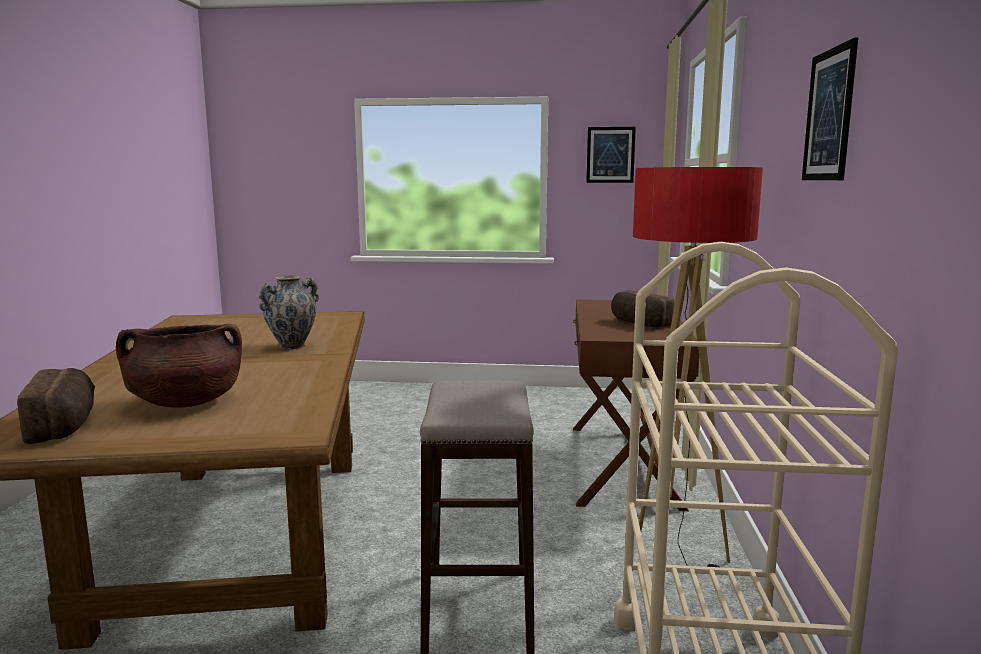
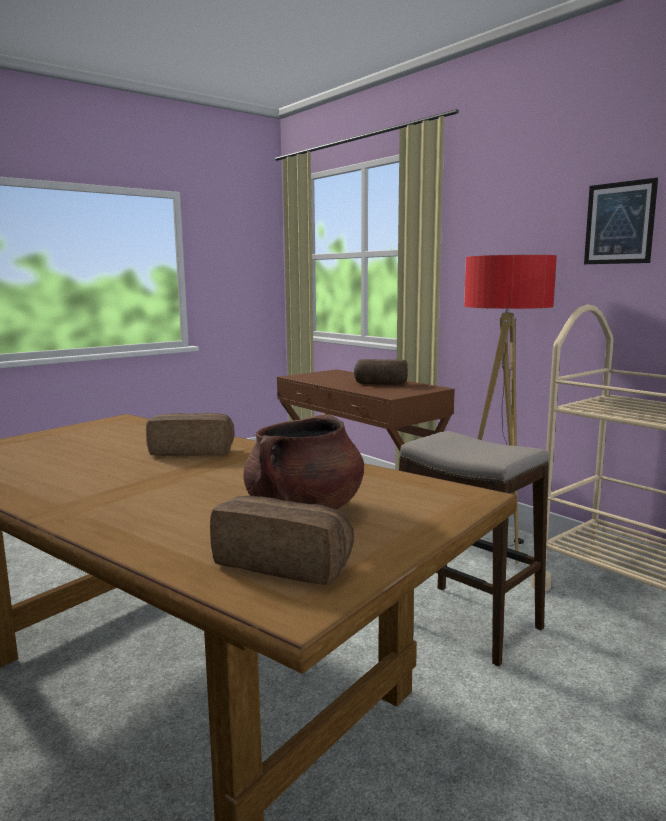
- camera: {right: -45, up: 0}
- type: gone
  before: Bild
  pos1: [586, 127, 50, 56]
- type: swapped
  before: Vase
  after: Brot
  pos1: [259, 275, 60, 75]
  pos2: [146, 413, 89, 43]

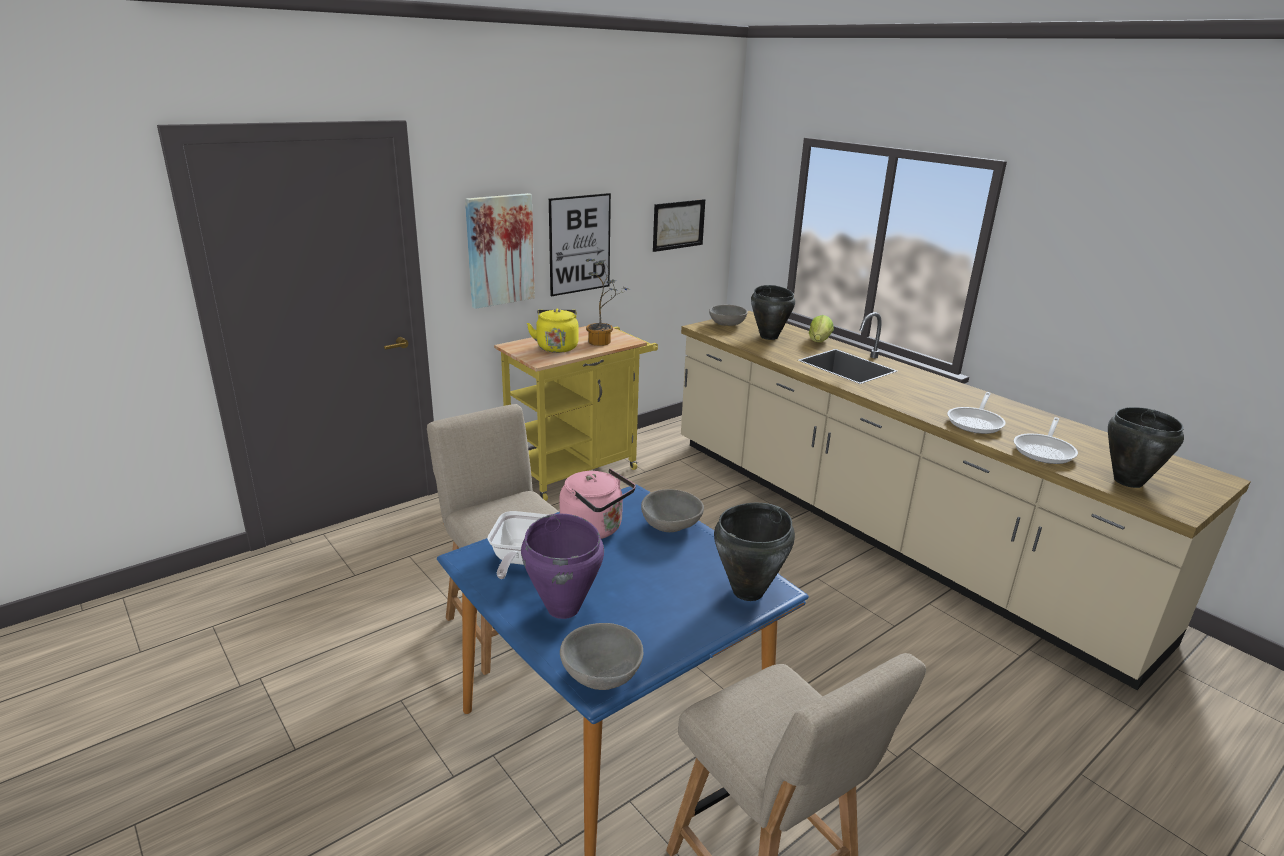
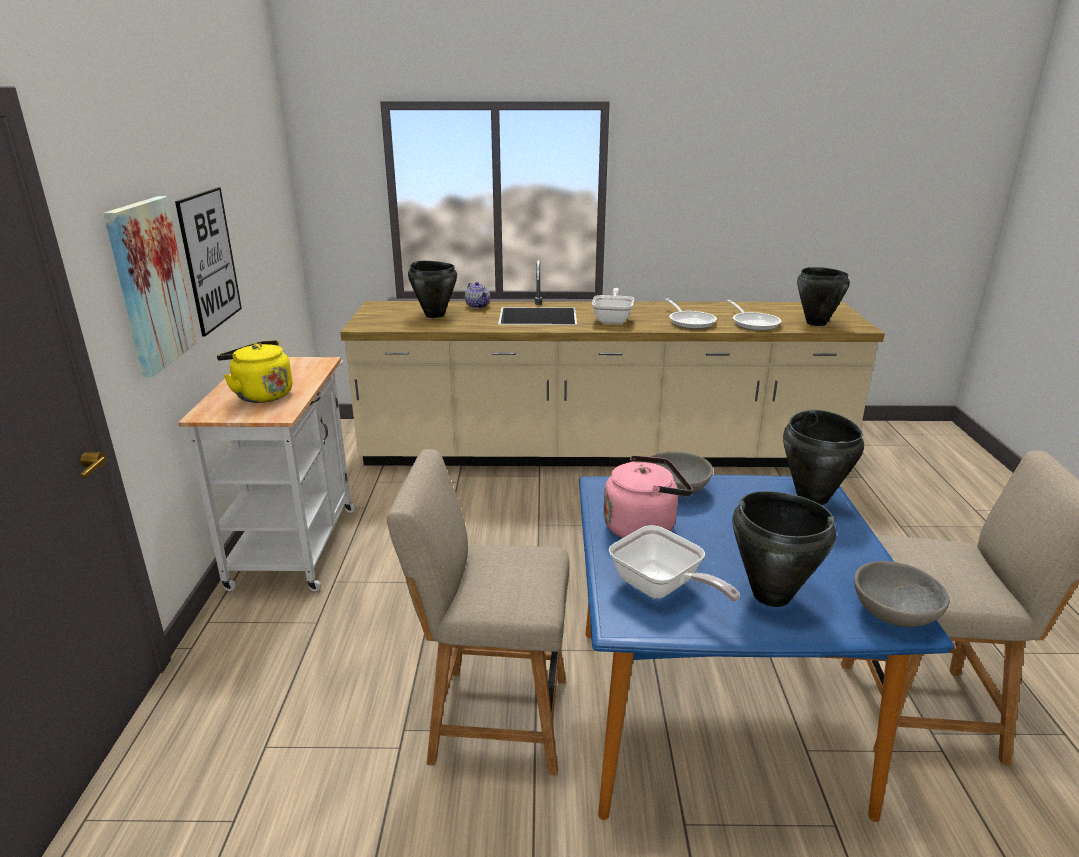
- camera: {right: -50, up: 0}
- type: gone
  before: Bild
  pos1: [653, 199, 52, 53]
- type: gone
  before: Topfpflanze
  pos1: [585, 259, 46, 87]
- type: gone
  before: Schüssel (grau)
  pos1: [709, 305, 39, 21]
- type: swapped
  before: Salatkopf
  after: Teekanne
  pos1: [809, 315, 25, 27]
  pos2: [465, 282, 25, 26]
- type: repainted
  before: Rollwagen (gelb)
  after: Rollwagen (weiß)
  pos1: [494, 326, 164, 175]
  pos2: [178, 357, 177, 234]
- type: repainted
  before: Kochtopf (lila)
  after: Kochtopf (schwarz)
  pos1: [521, 514, 83, 105]
  pos2: [732, 491, 104, 116]
- type: new
  after: Pfanne
  pos2: [592, 288, 42, 36]

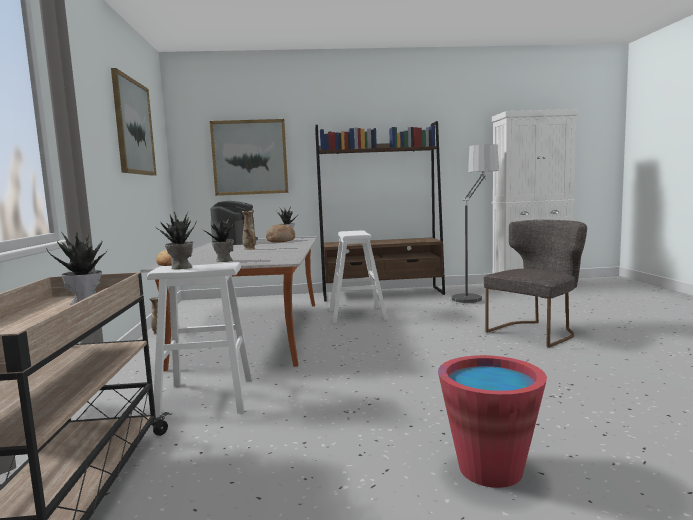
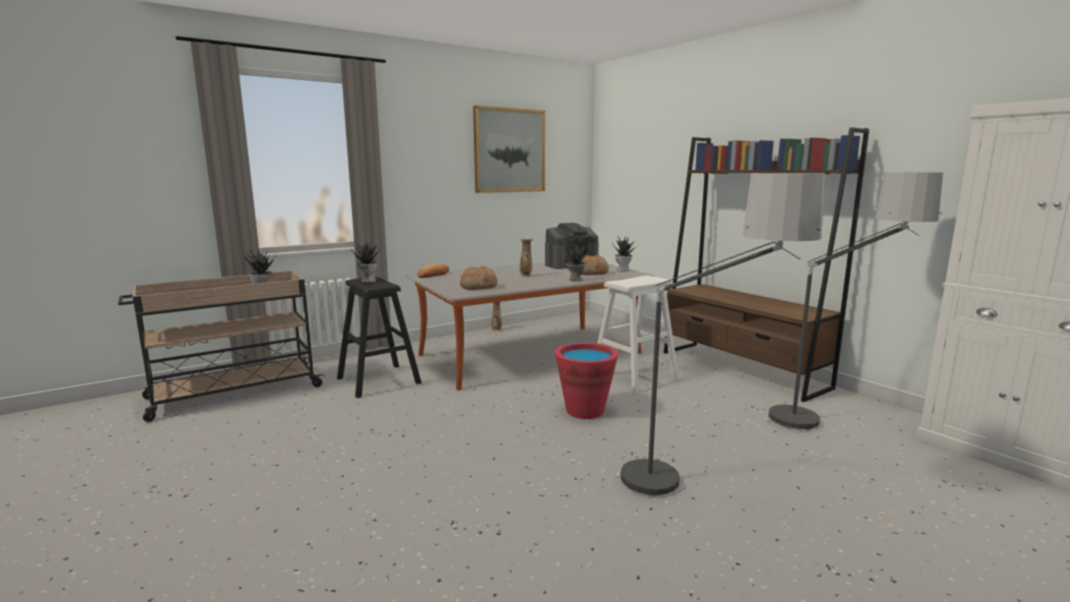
- camera: {right: 60, up: 5}
- type: gone
  before: Bild
  pos1: [210, 119, 78, 77]
- type: shifted
  before: Topfpflanze
  pos1: [203, 215, 32, 47]
  pos2: [565, 243, 25, 39]
- type: swapped
  before: Stuhl (grau)
  after: Stehlampe
  pos1: [484, 220, 103, 128]
  pos2: [615, 173, 210, 324]
- type: repainted
  before: Hocker (weiß)
  after: Hocker (schwarz)
  pos1: [147, 262, 105, 156]
  pos2: [337, 277, 85, 121]
- type: shifted
  before: Eimer (rot)
  pos1: [438, 355, 109, 133]
  pos2: [555, 342, 63, 77]
- type: new
  after: Brot
  pos2: [460, 266, 38, 24]

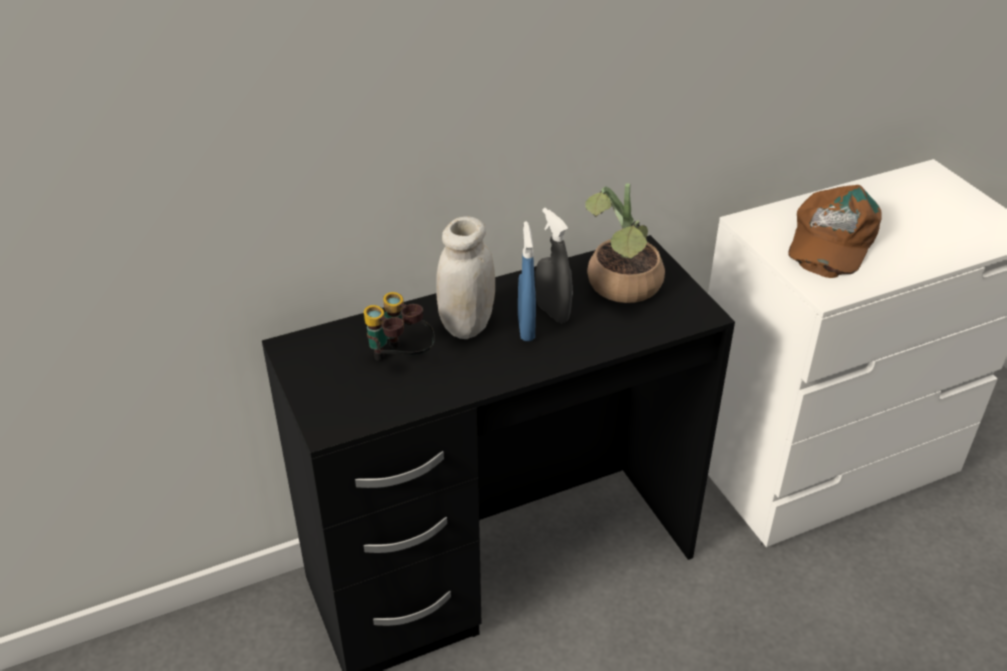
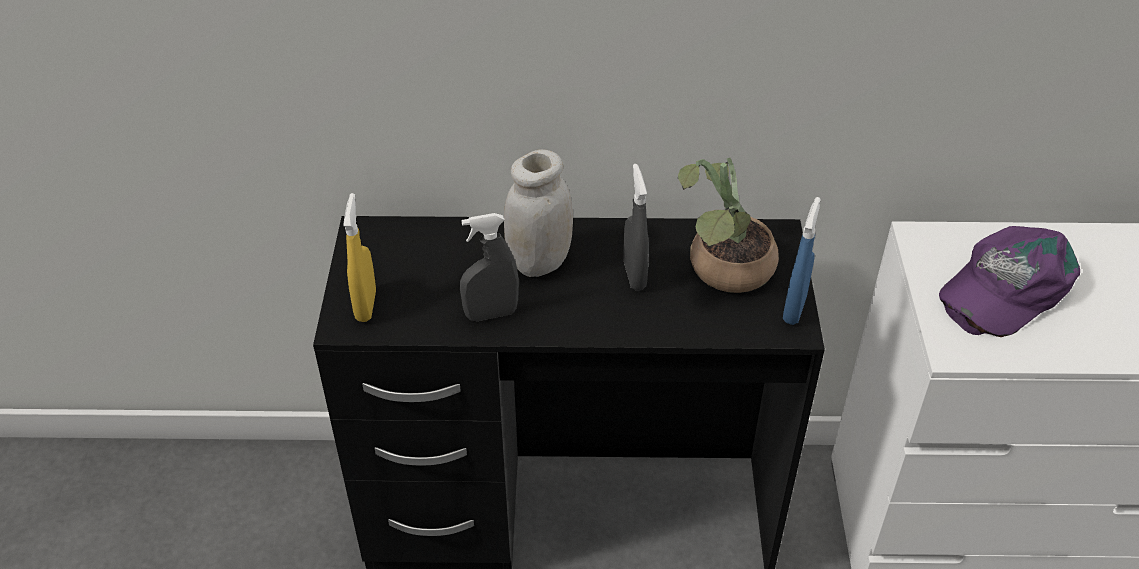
- camera: {right: 25, up: 5}
- type: repainted
  before: Kappe (braun)
  after: Kappe (lila)
  pos1: [788, 185, 94, 93]
  pos2: [939, 226, 141, 111]
- type: shifted
  before: Sprühflasche (blau)
  pos1: [518, 221, 18, 120]
  pos2: [783, 197, 38, 128]
- type: gone
  before: Fernglas
  pos1: [364, 292, 71, 69]
- type: new
  after: Sprühflasche (gelb)
  pos2: [343, 193, 33, 129]
- type: new
  after: Sprühflasche (grau)
  pos2: [460, 213, 59, 108]

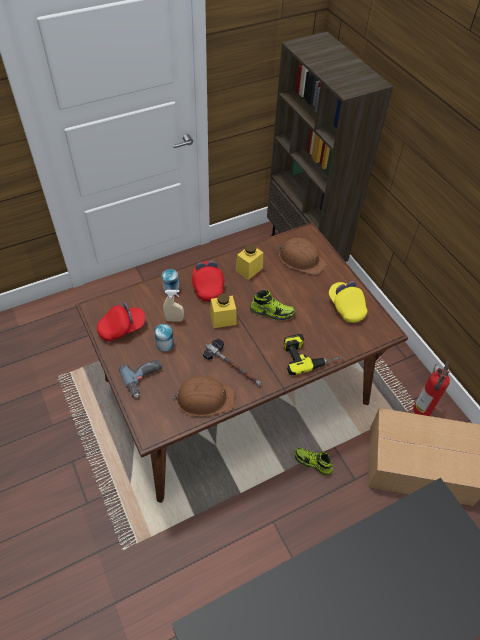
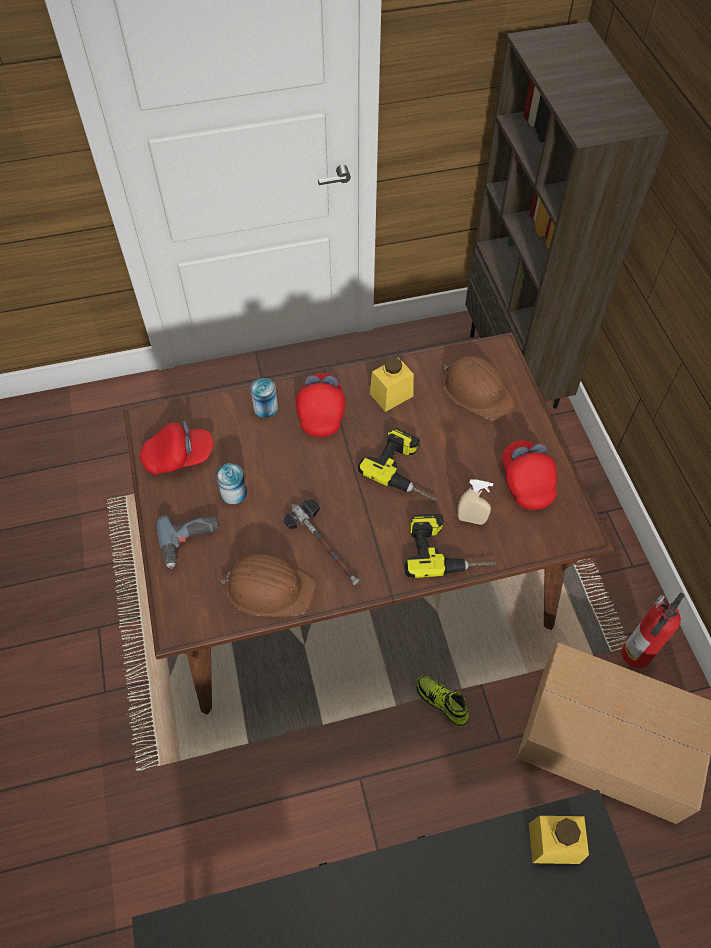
- camera: {right: 15, up: 5}
- type: repainted
  before: Kappe (gelb)
  after: Kappe (rot)
  pos1: [329, 281, 38, 42]
  pos2: [502, 440, 55, 70]
- type: shifted
  before: Sprühflasche (beige)
  pos1: [163, 290, 21, 32]
  pos2: [457, 479, 36, 46]
- type: swapped
  before: Schuh
  after: Bohrmaschine
  pos1: [250, 290, 46, 31]
  pos2: [358, 428, 79, 73]
- type: shifted
  before: Vorratsglas (gelb)
  pos1: [210, 293, 27, 35]
  pos2: [529, 816, 60, 48]

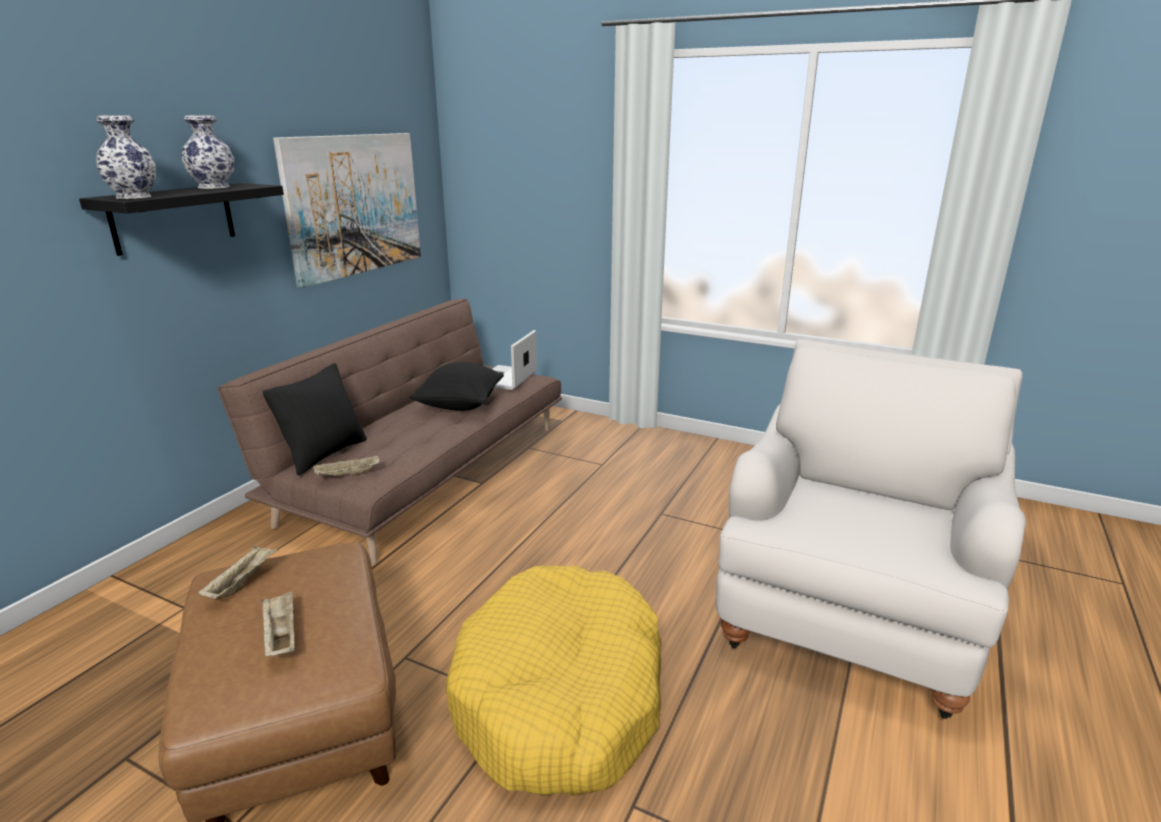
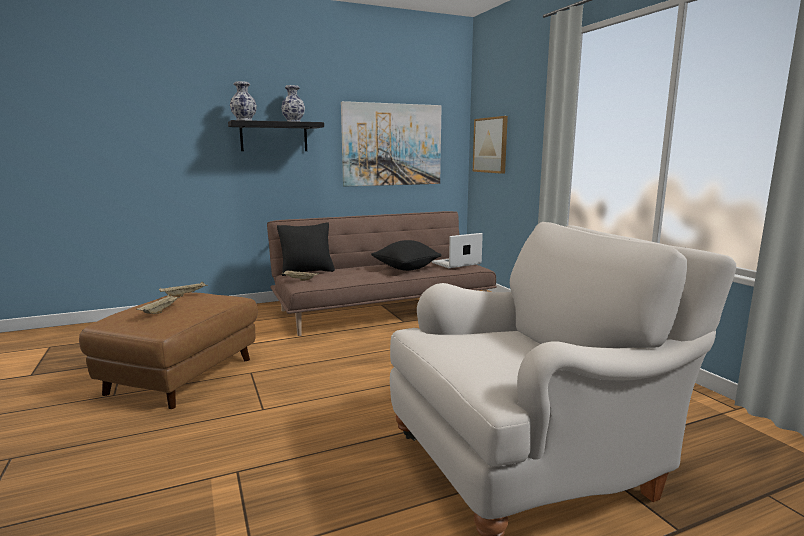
- camera: {right: 40, up: -10}
- type: gone
  before: Hundebett (gelb)
  pos1: [445, 566, 216, 230]
- type: new
  after: Bild
  pos2: [473, 116, 35, 58]

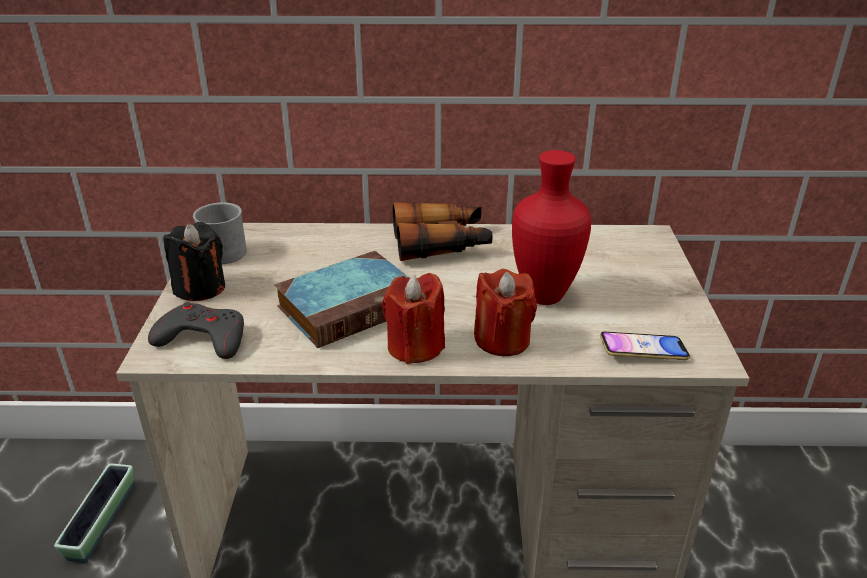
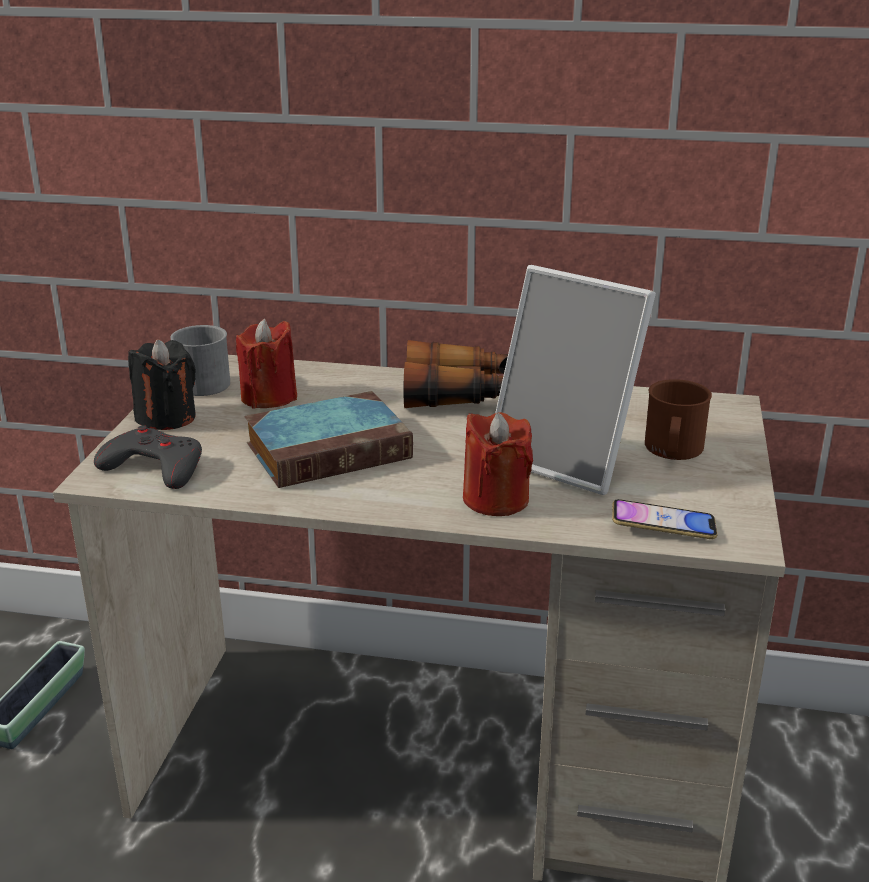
- camera: {right: 10, up: -5}
- type: swapped
  before: Vase (rot)
  after: Bilderrahmen
  pos1: [512, 150, 79, 155]
  pos2: [495, 265, 161, 230]
- type: shifted
  before: Kerze (rot)
  pos1: [382, 273, 63, 91]
  pos2: [236, 319, 61, 90]
- type: new
  after: Henkelbecher (braun)
  pos2: [645, 379, 67, 81]

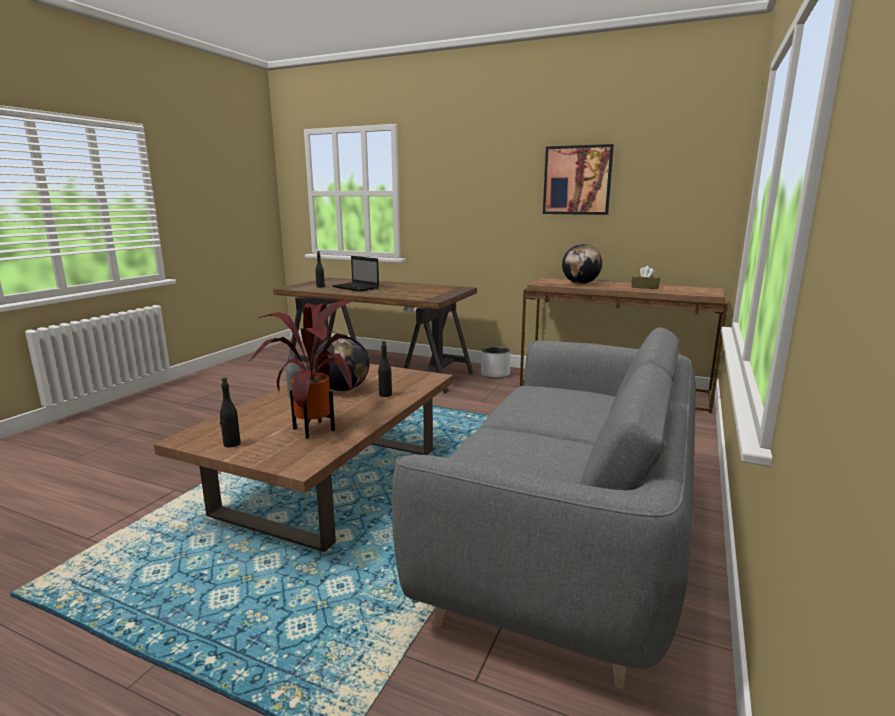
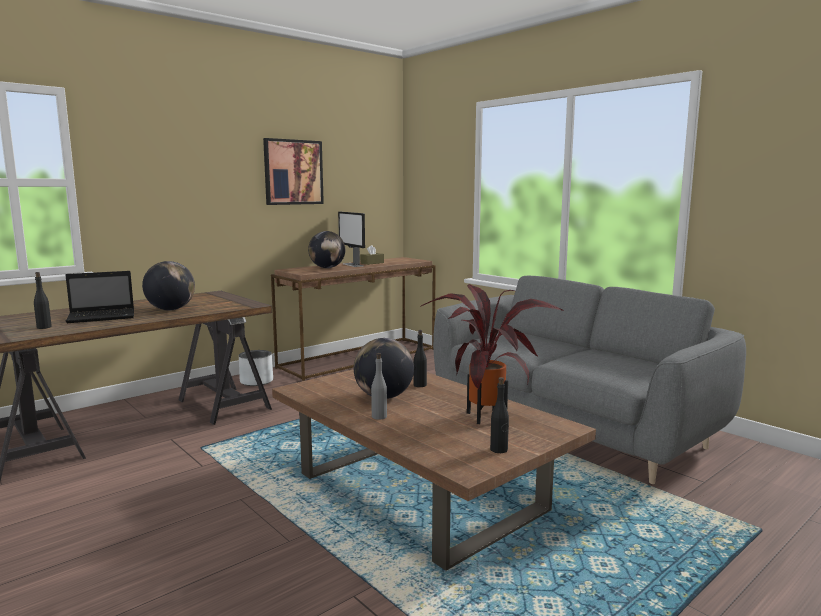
- camera: {right: -65, up: -5}
- type: new
  after: Monitor
  pos2: [338, 212, 27, 55]
- type: new
  after: Globus
  pos2: [142, 261, 53, 49]

